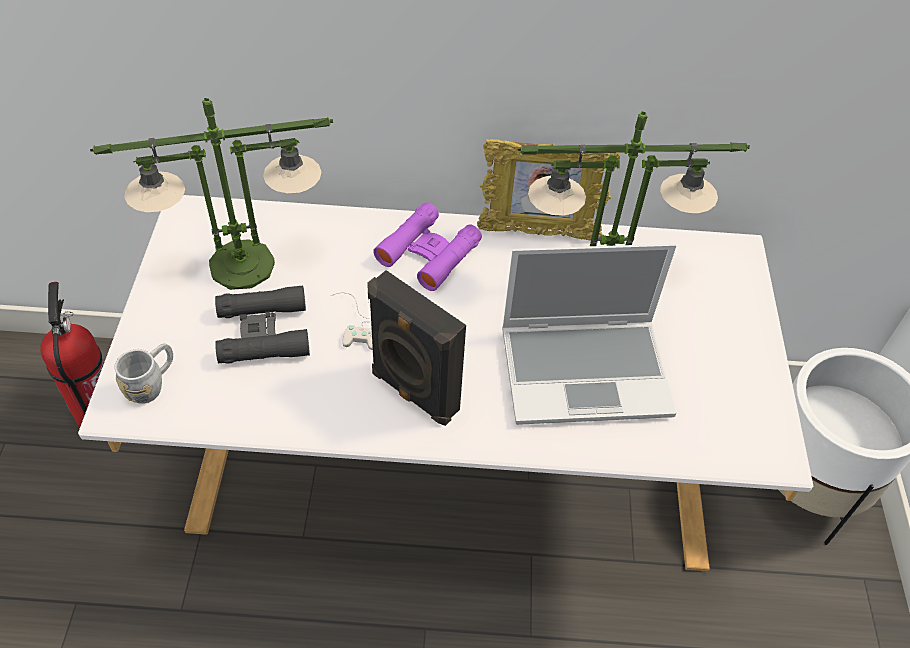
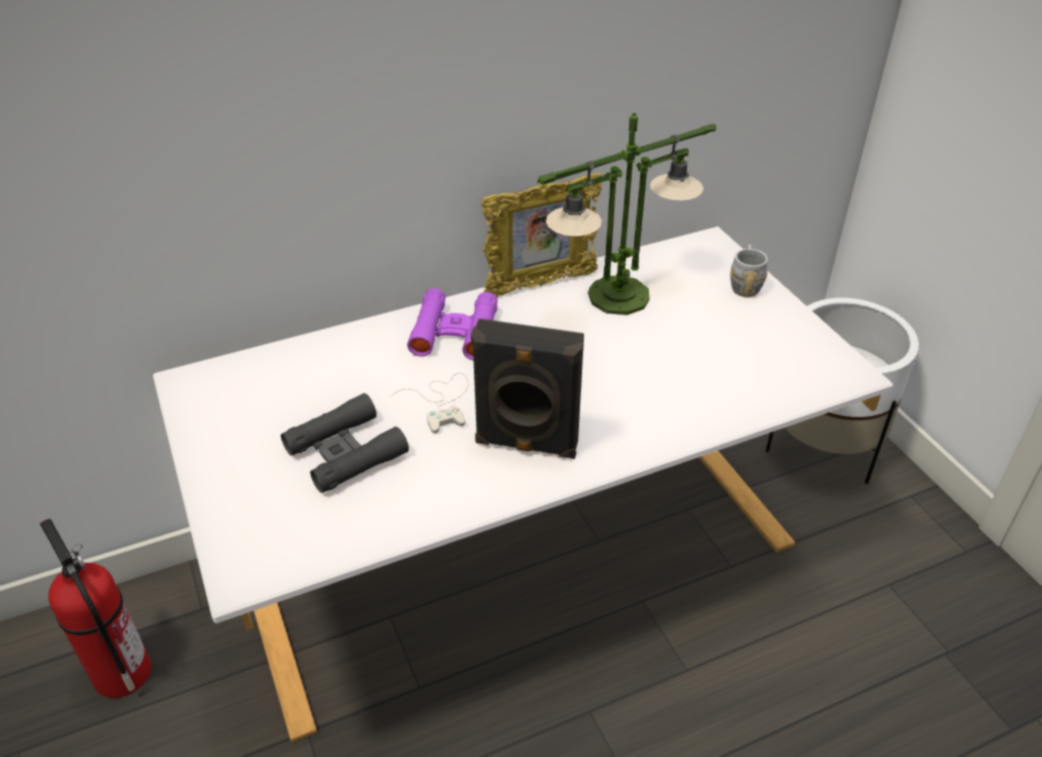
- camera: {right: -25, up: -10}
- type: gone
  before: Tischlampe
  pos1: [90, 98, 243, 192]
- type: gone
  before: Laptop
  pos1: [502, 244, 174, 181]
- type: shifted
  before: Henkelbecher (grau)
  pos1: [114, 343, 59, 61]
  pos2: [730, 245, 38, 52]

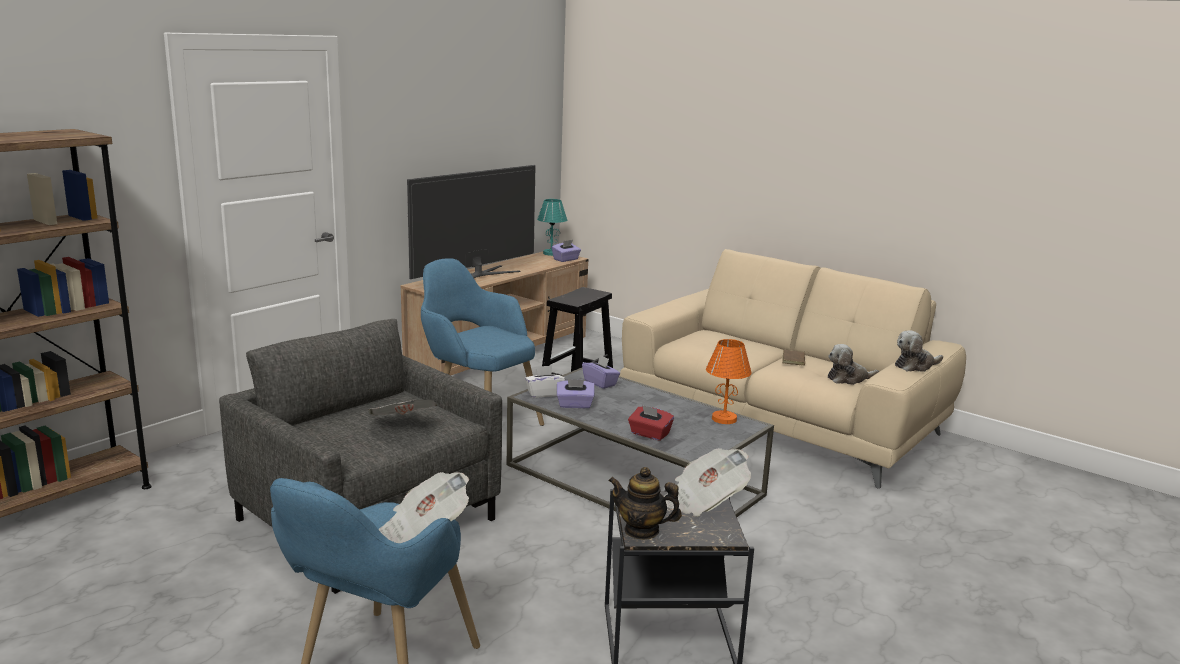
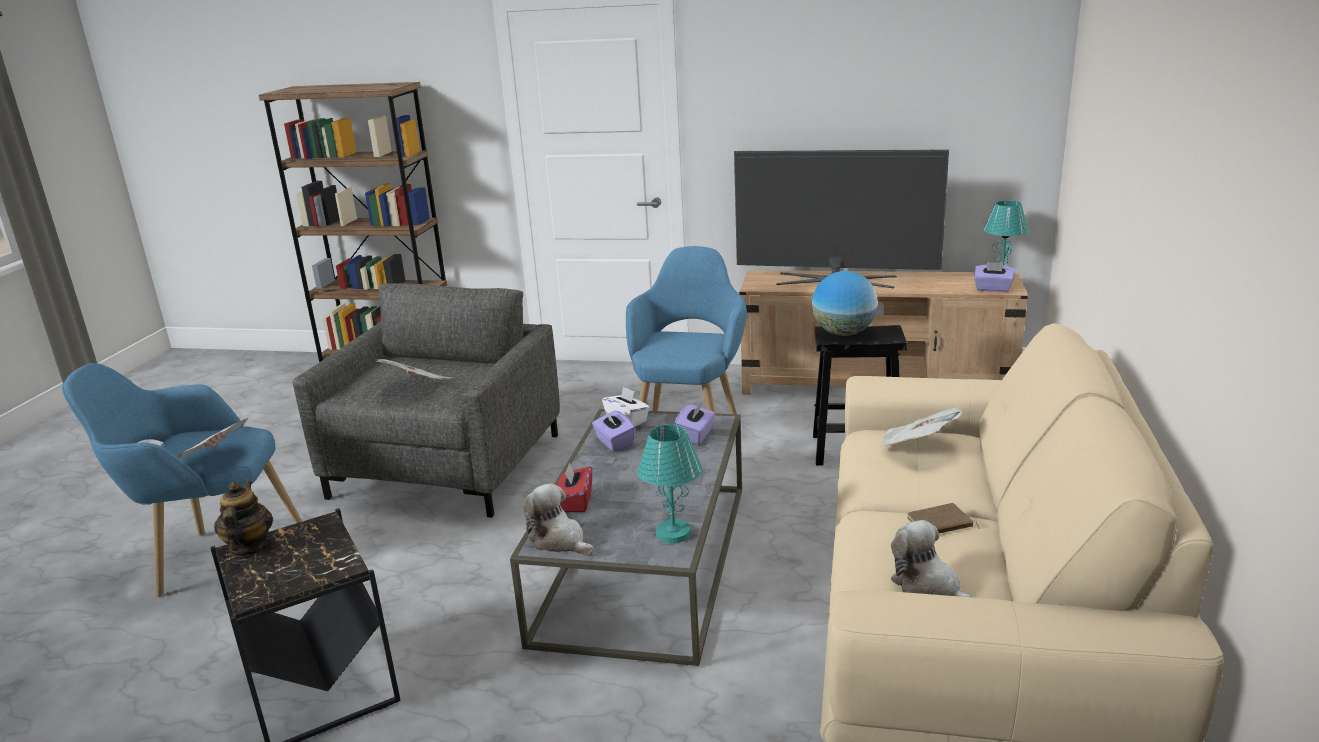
- camera: {right: 65, up: 5}
- type: shifted
  before: Plüschtier
  pos1: [895, 330, 48, 42]
  pos2: [523, 484, 71, 71]
- type: repainted
  before: Tischlampe (orange)
  after: Tischlampe (türkis)
  pos1: [706, 339, 46, 85]
  pos2: [638, 424, 64, 119]
- type: shifted
  before: Zeitung
  pos1: [664, 448, 87, 69]
  pos2: [880, 407, 82, 40]
- type: new
  after: Globus
  pos2: [812, 271, 66, 65]

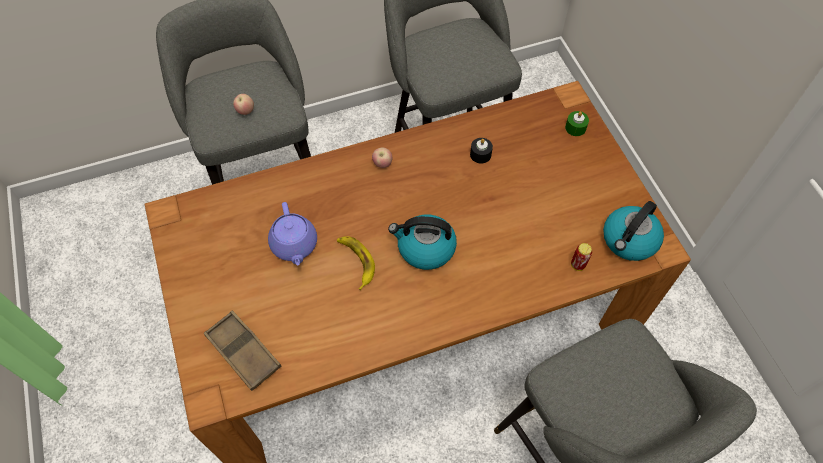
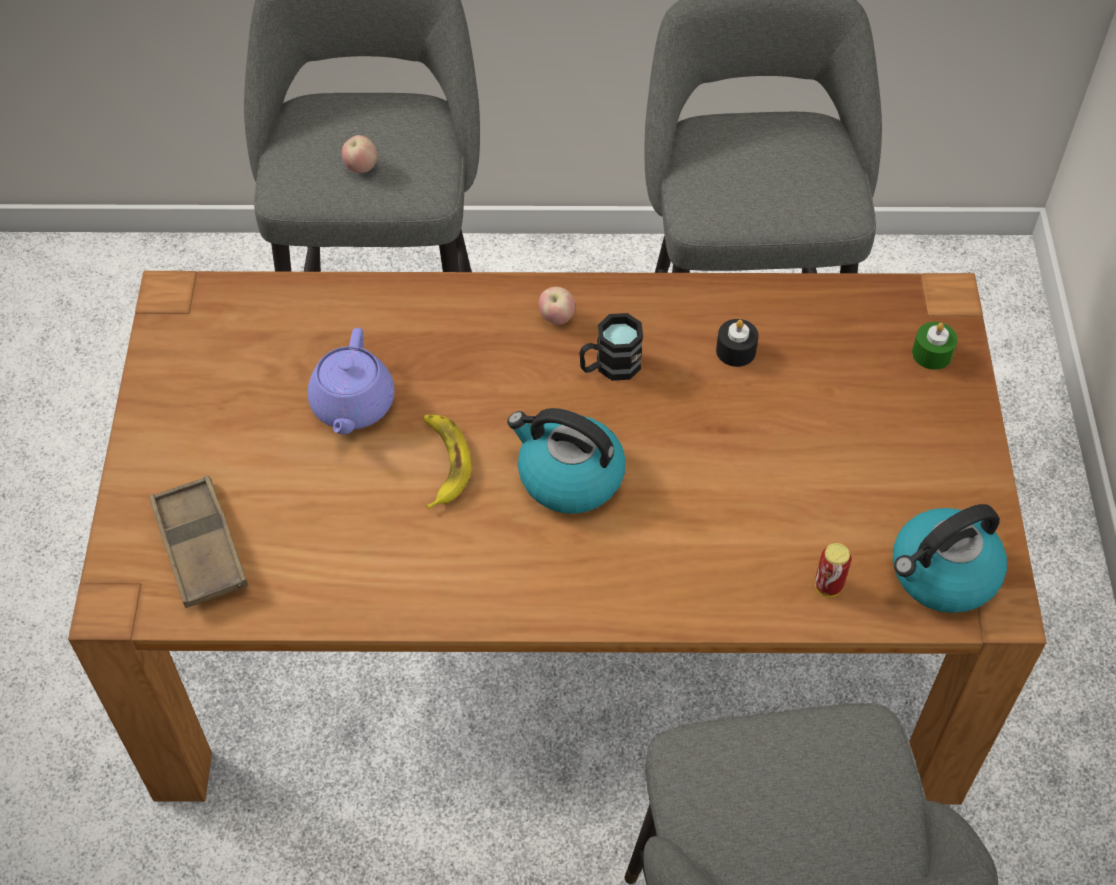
- camera: {right: 20, up: -5}
- type: new
  after: Henkelbecher (schwarz)
  pos2: [579, 313, 64, 68]

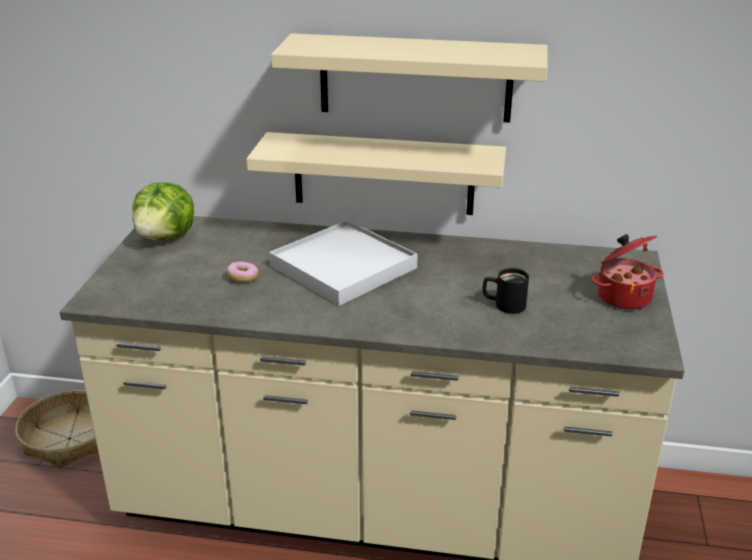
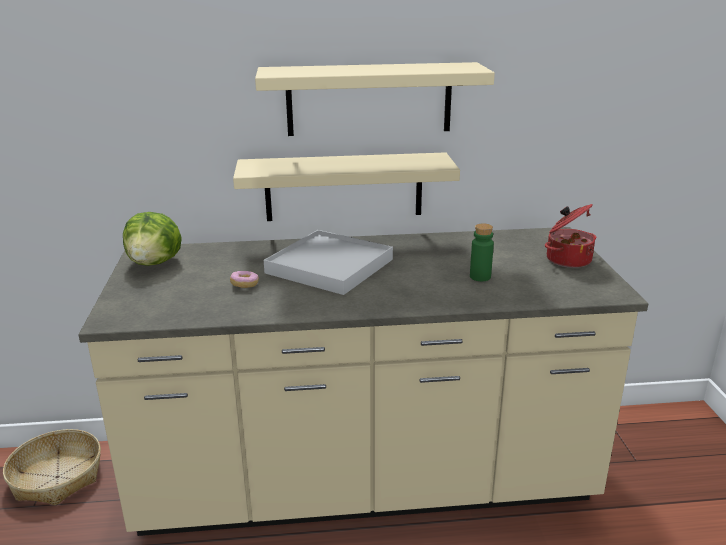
- camera: {right: -15, up: -5}
- type: swapped
  before: Henkelbecher (schwarz)
  after: Flasche (grün)
  pos1: [483, 268, 46, 46]
  pos2: [470, 223, 24, 58]

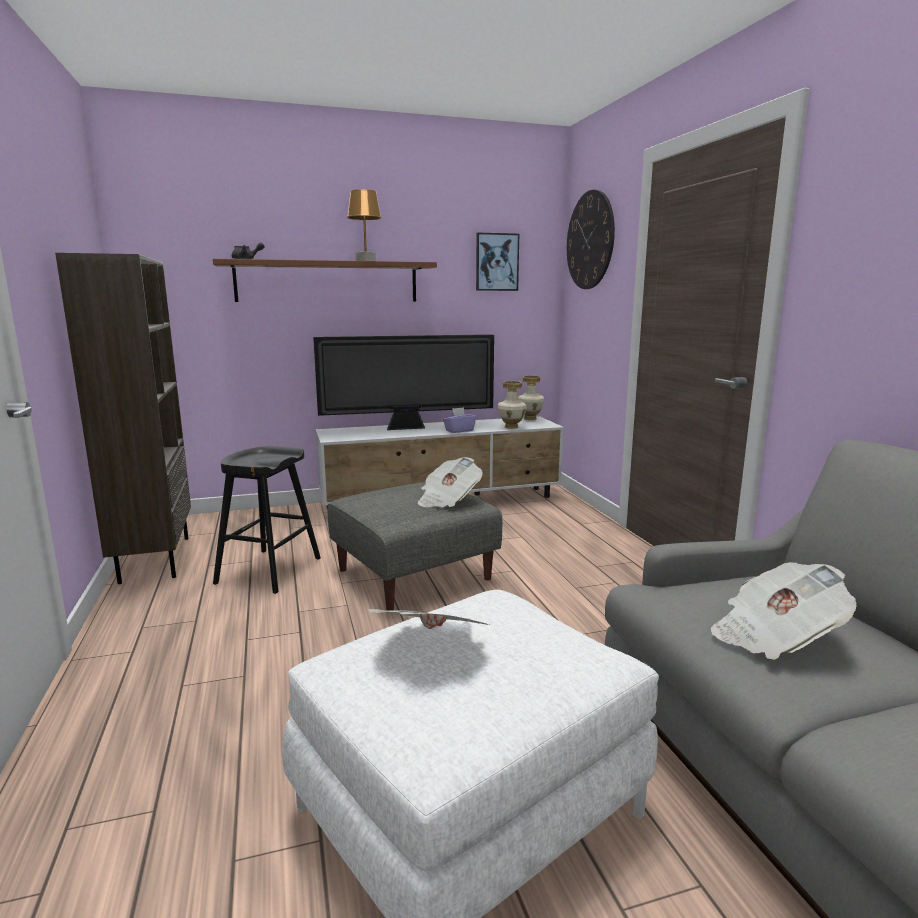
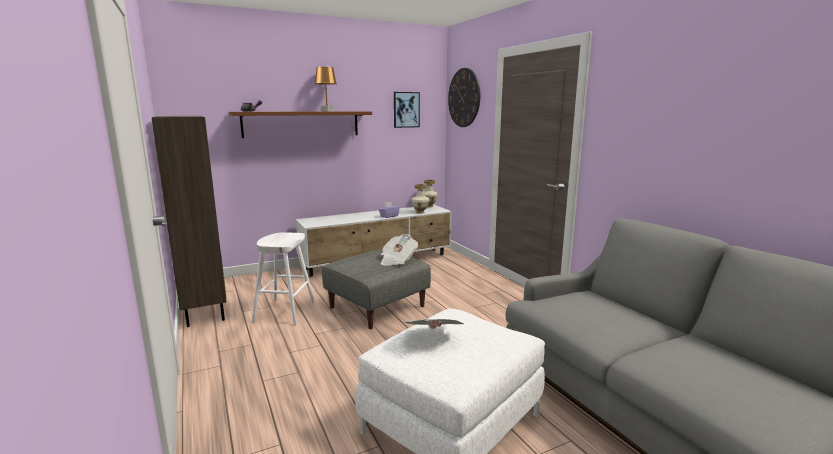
- camera: {right: -10, up: 0}
- type: gone
  before: Fernseher
  pos1: [313, 334, 181, 96]
- type: repainted
  before: Hocker (schwarz)
  after: Hocker (weiß)
  pos1: [213, 446, 108, 148]
  pos2: [252, 232, 63, 93]
- type: gone
  before: Zeitung
  pos1: [711, 562, 146, 98]

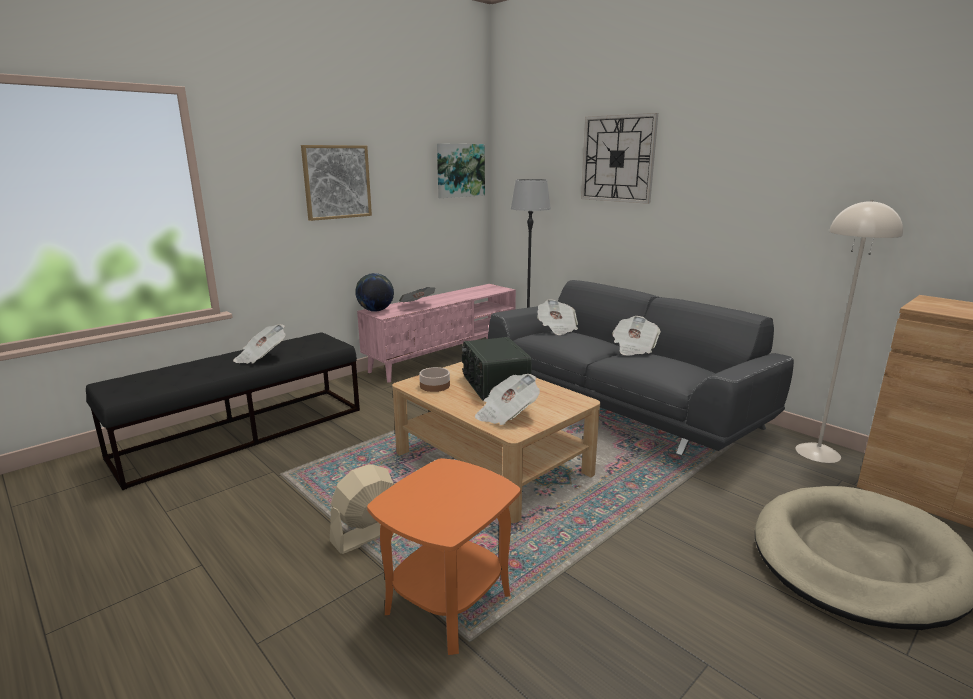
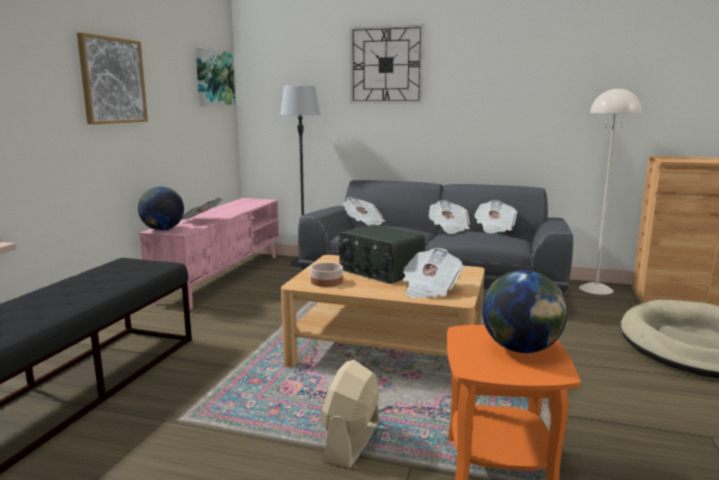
- camera: {right: -30, up: -5}
- type: shifted
  before: Zeitung
  pos1: [233, 324, 53, 40]
  pos2: [474, 200, 43, 33]
- type: new
  after: Globus
  pos2: [482, 270, 85, 83]

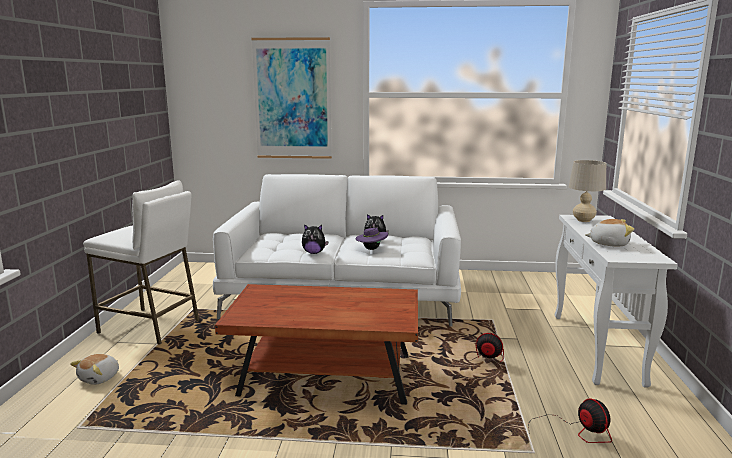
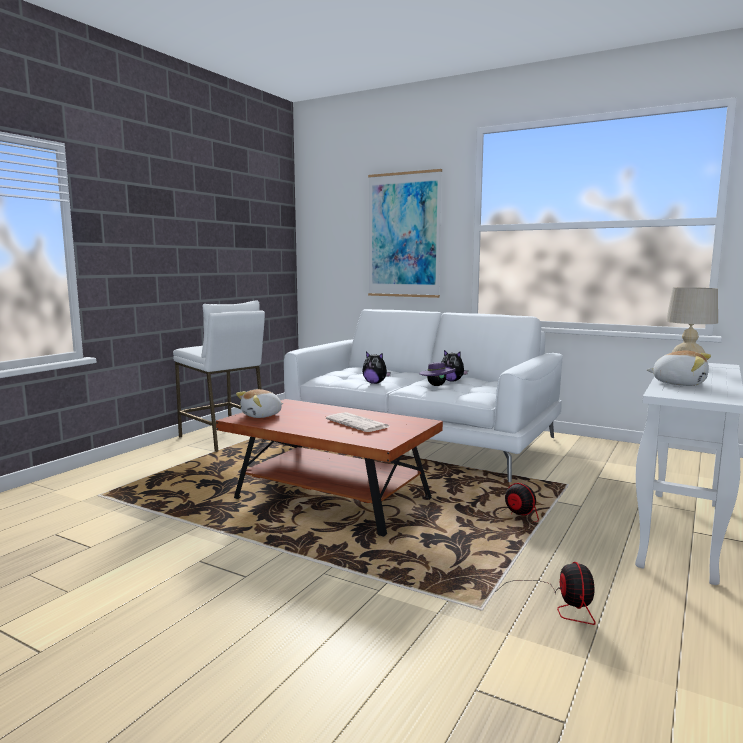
- camera: {right: 25, up: -5}
- type: shifted
  before: Plüschtier
  pos1: [70, 354, 49, 31]
  pos2: [236, 389, 47, 29]
- type: new
  after: Zeitung
  pos2: [326, 412, 63, 20]

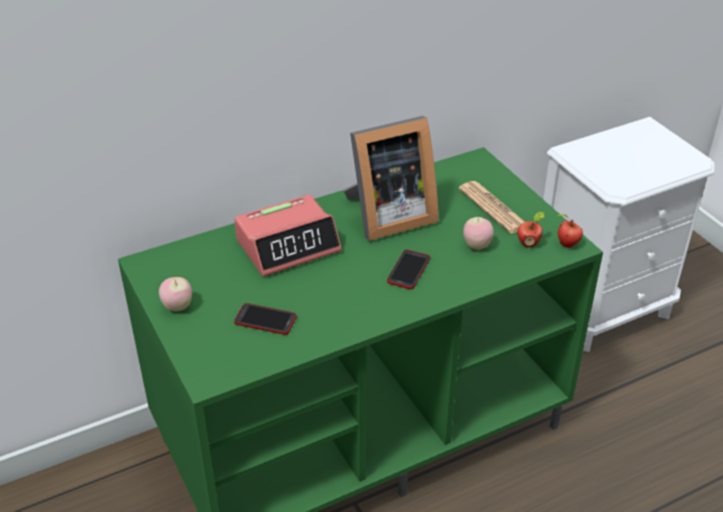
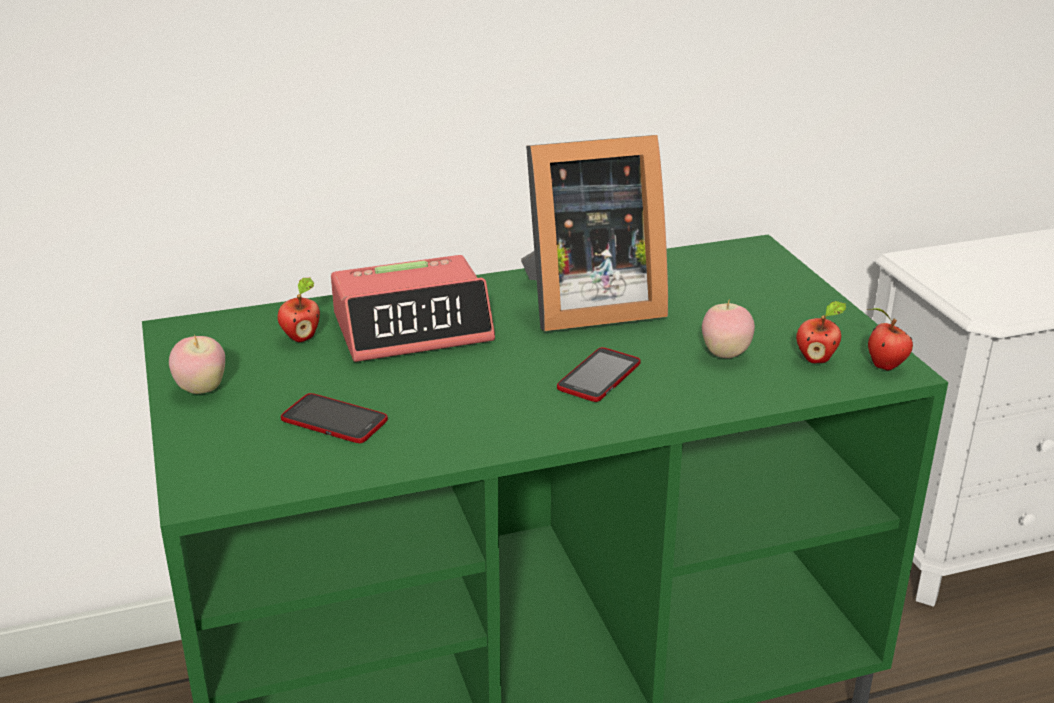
- camera: {right: 10, up: -10}
- type: gone
  before: Zeitung
  pos1: [458, 181, 67, 52]
- type: new
  after: Apfel
  pos2: [278, 278, 42, 64]

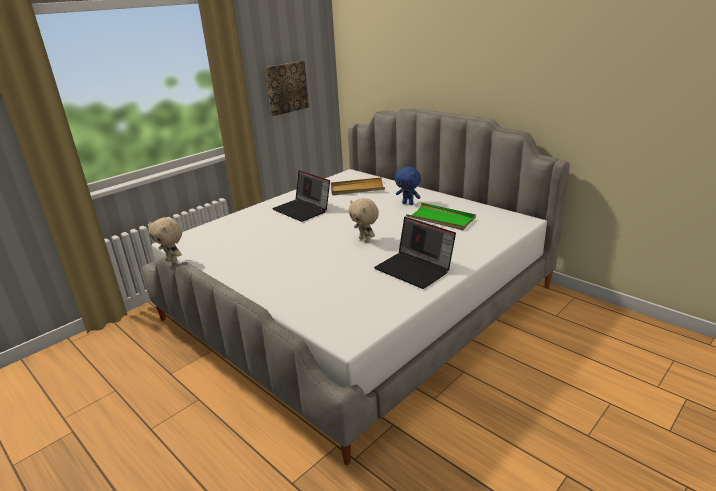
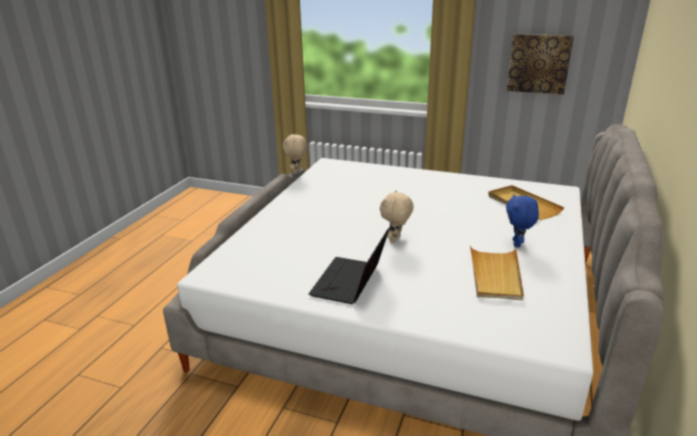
- camera: {right: 65, up: 0}
- type: gone
  before: Laptop
  pos1: [272, 171, 58, 51]
- type: repainted
  before: Tablett (grün)
  after: Tablett (beige)
  pos1: [406, 203, 70, 27]
  pos2: [470, 246, 54, 54]

